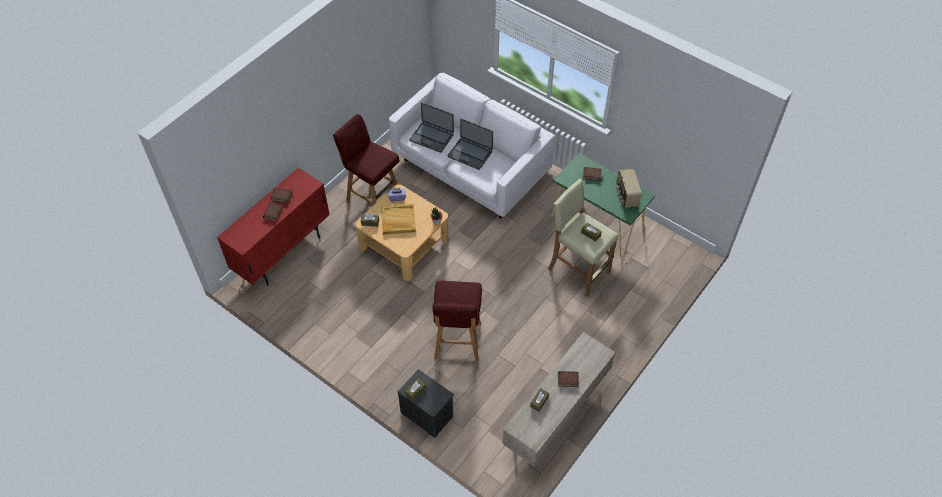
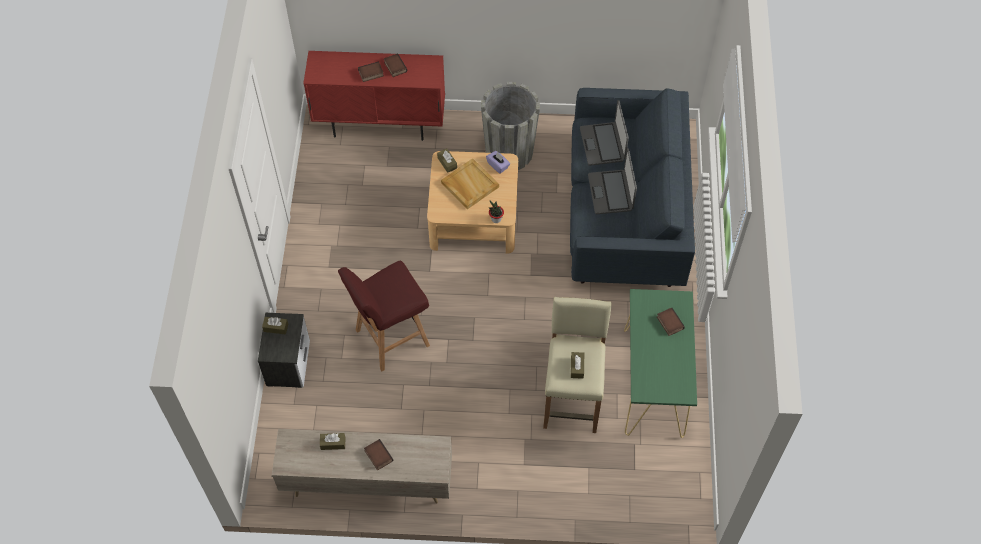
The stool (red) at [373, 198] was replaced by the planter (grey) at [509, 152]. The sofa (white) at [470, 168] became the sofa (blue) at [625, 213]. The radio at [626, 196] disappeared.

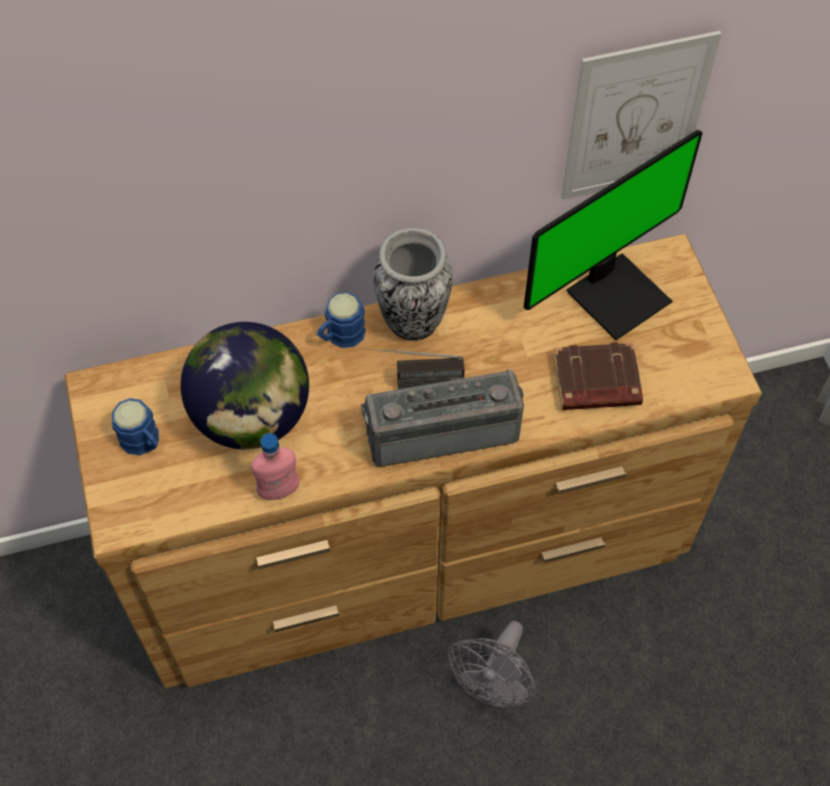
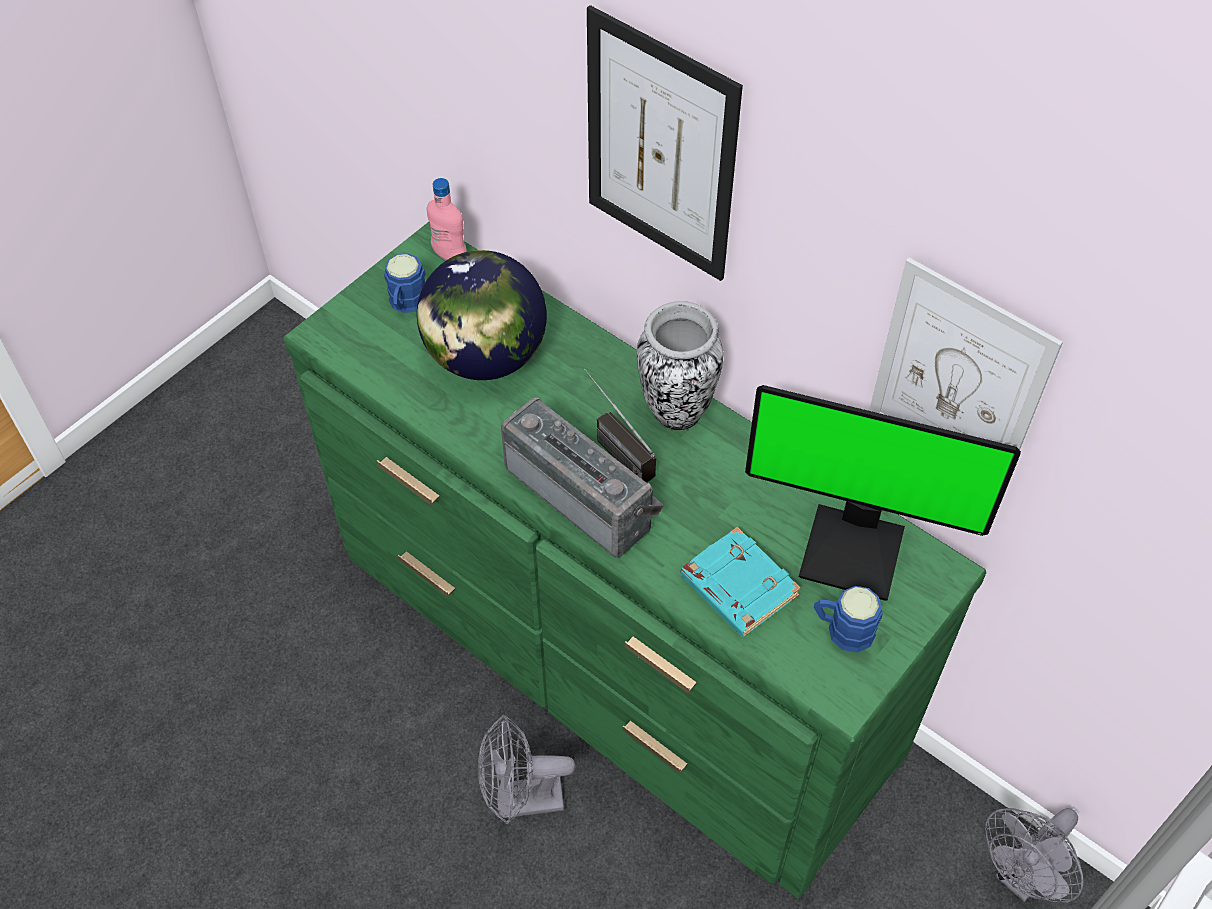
The dresser (brown) at [415, 546] became the dresser (green) at [611, 650]. The bottle (pink) moved from [279, 490] to [450, 255]. The picture at [660, 148] appeared. The book (brown) at [595, 382] became the book (turquoise) at [736, 587]. The mug (blue) moved from [340, 336] to [842, 629]. The fan (grey) at [1021, 877] appeared.

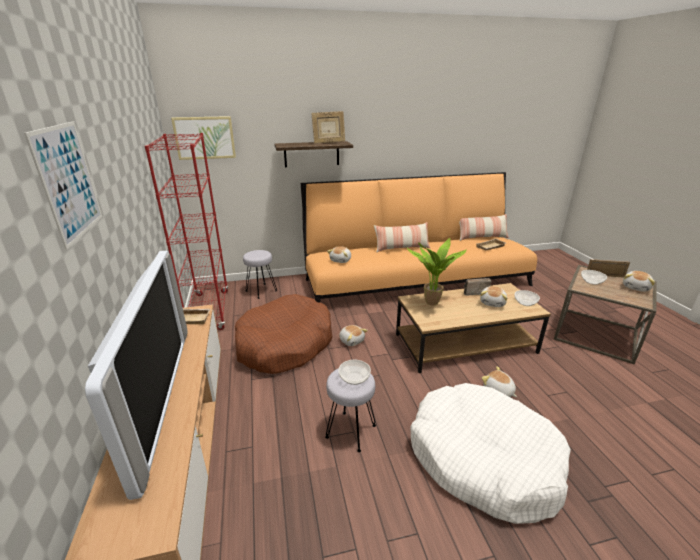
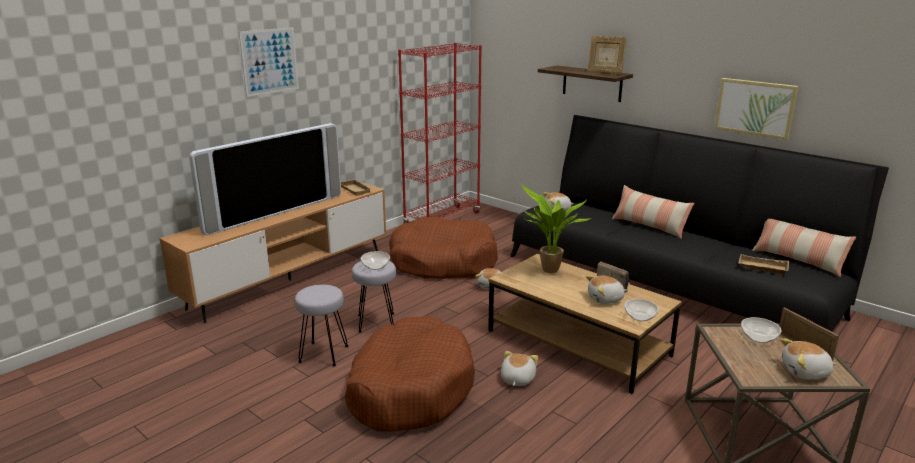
The stool (grey) moved from [261, 291] to [324, 353]. The dog bed (white) at [482, 459] became the dog bed (brown) at [409, 388]. The sofa (orange) at [415, 280] became the sofa (black) at [667, 282]. The picture moved from [204, 138] to [755, 107].

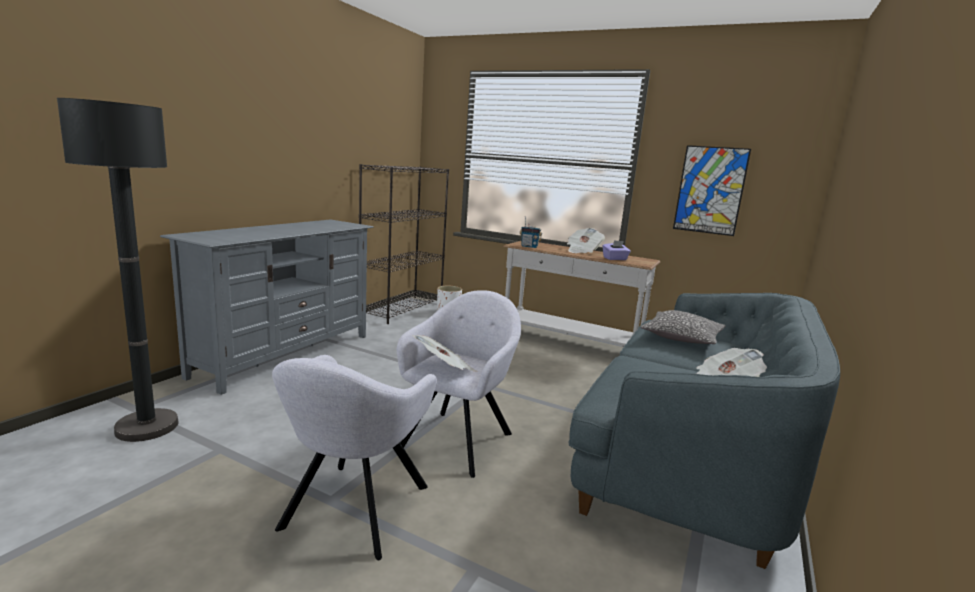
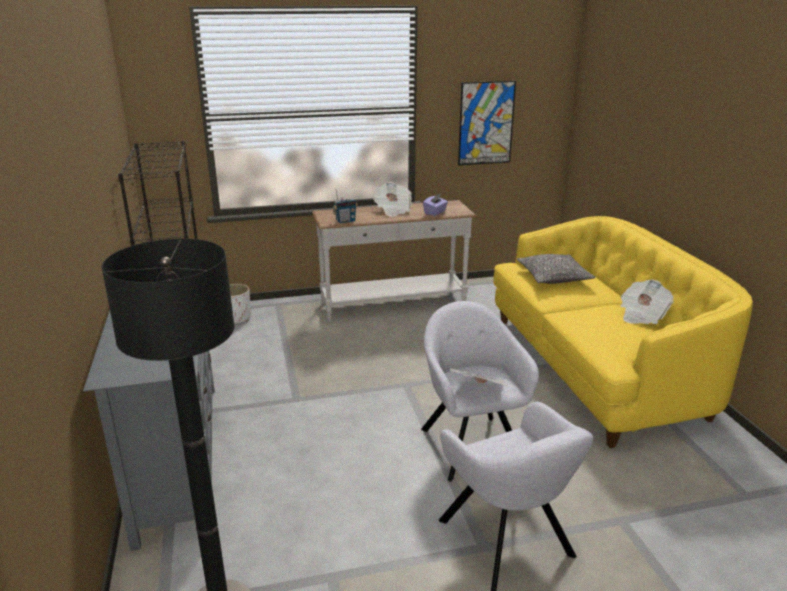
The sofa (grey) at [688, 454] became the sofa (yellow) at [596, 368].

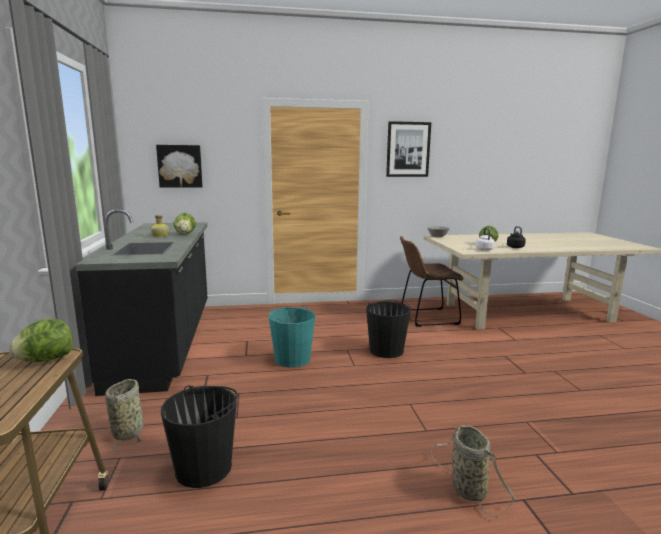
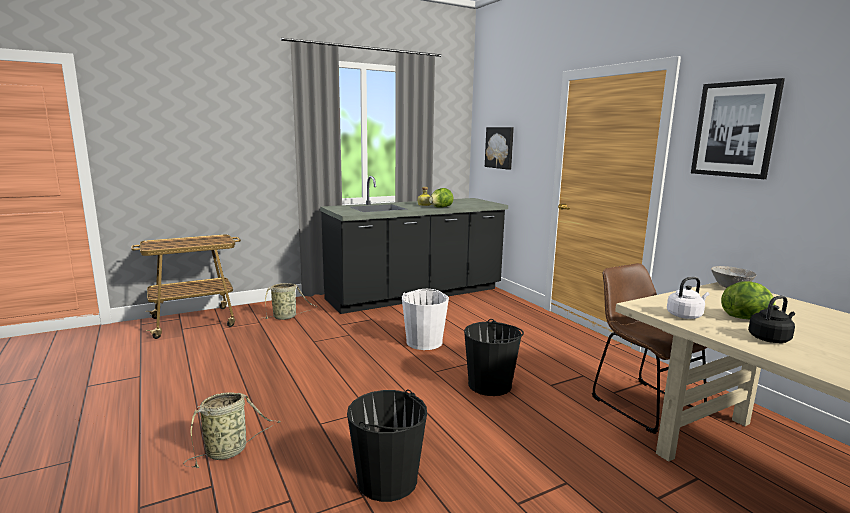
The bucket (black) moved from [204, 468] to [387, 480]. The bucket (turquoise) at [292, 359] became the bucket (white) at [424, 342]. The lettuce at [46, 360] disappeared.

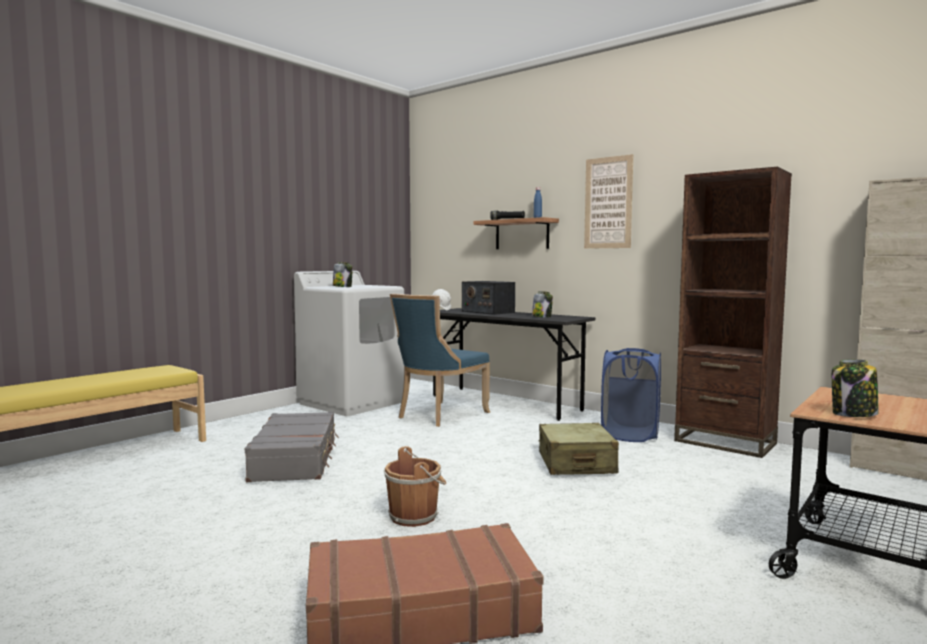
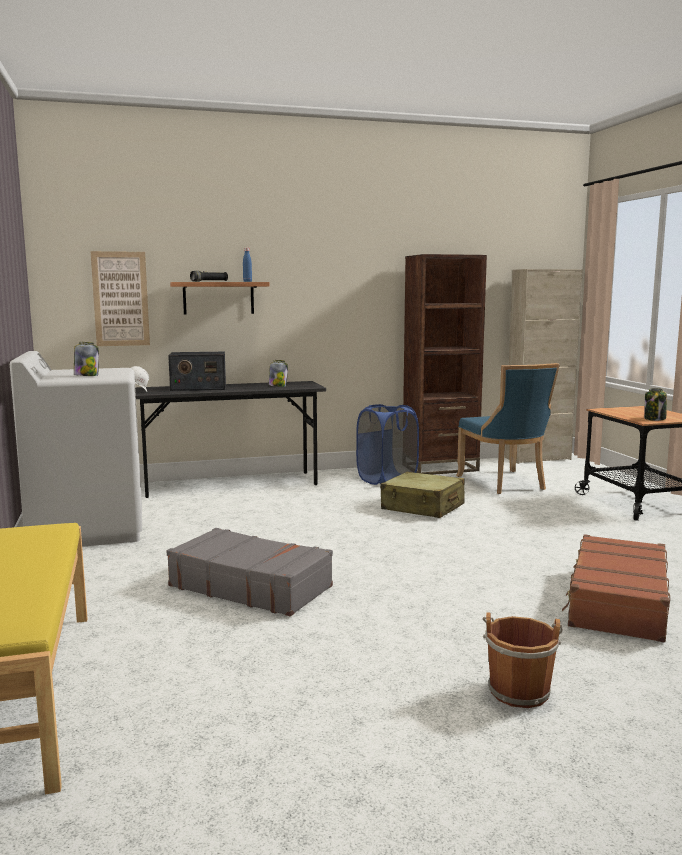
The picture moved from [608, 203] to [120, 299]. The chair (blue) moved from [439, 415] to [504, 483]. The bucket (brown) moved from [415, 516] to [518, 690].

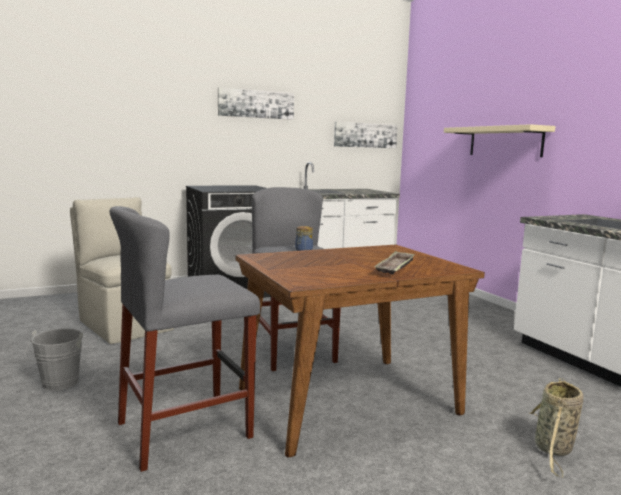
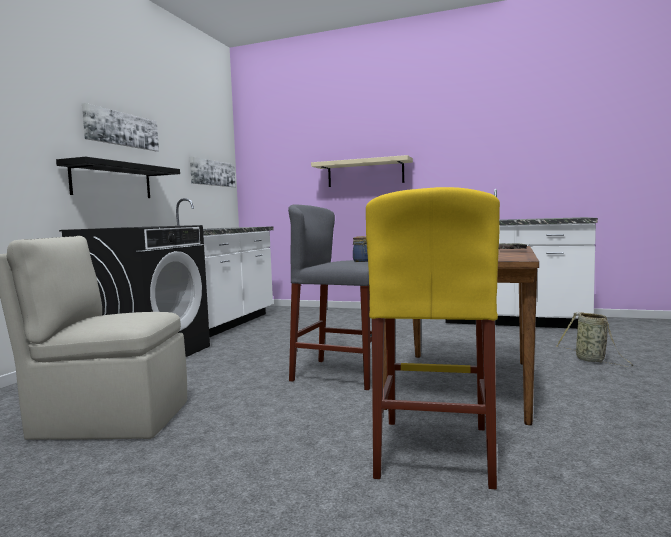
The shelf (black) at [112, 181] appeared. The stool (grey) at [185, 430] became the stool (yellow) at [434, 450]. The bucket (grey) at [58, 385] disappeared.

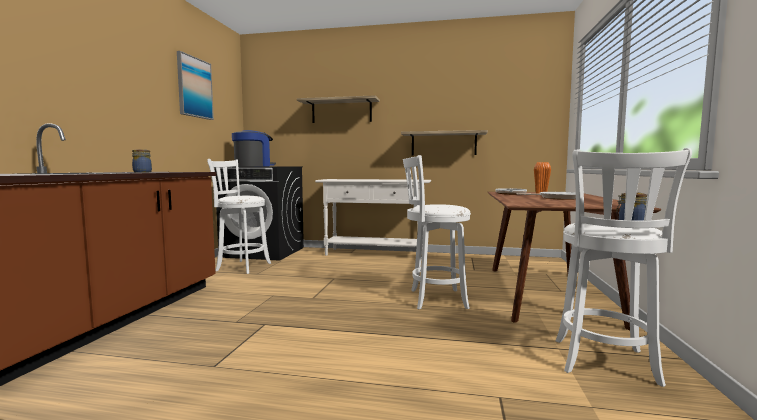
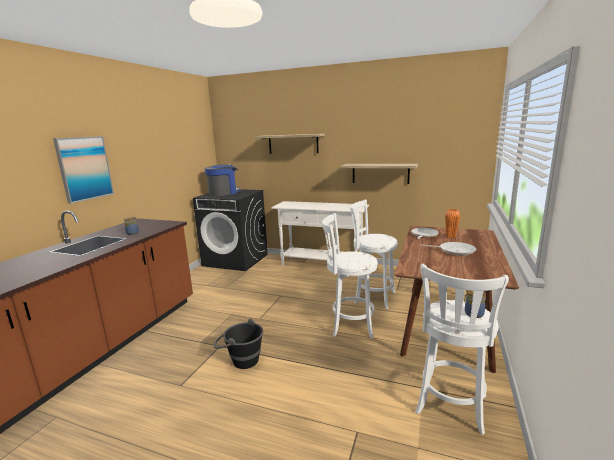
The picture moved from [194, 87] to [84, 168]. The bucket (black) at [240, 360] appeared. The stool (white) moved from [241, 267] to [372, 297].

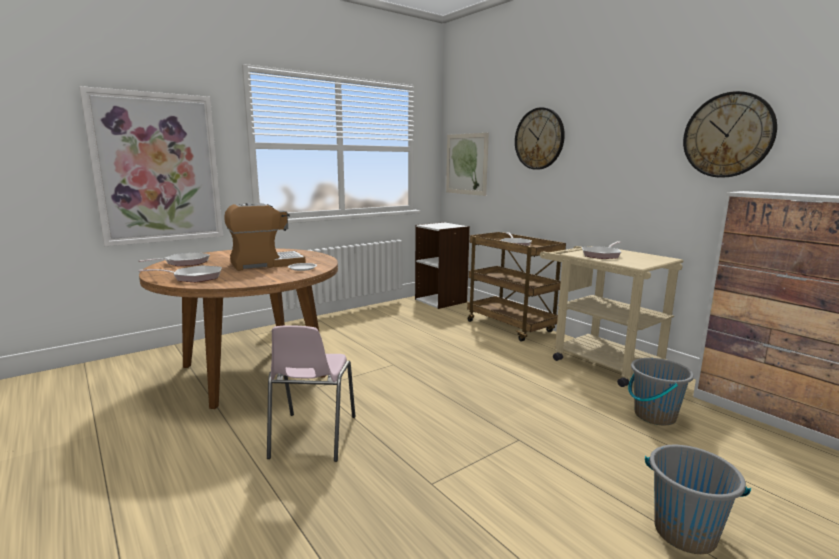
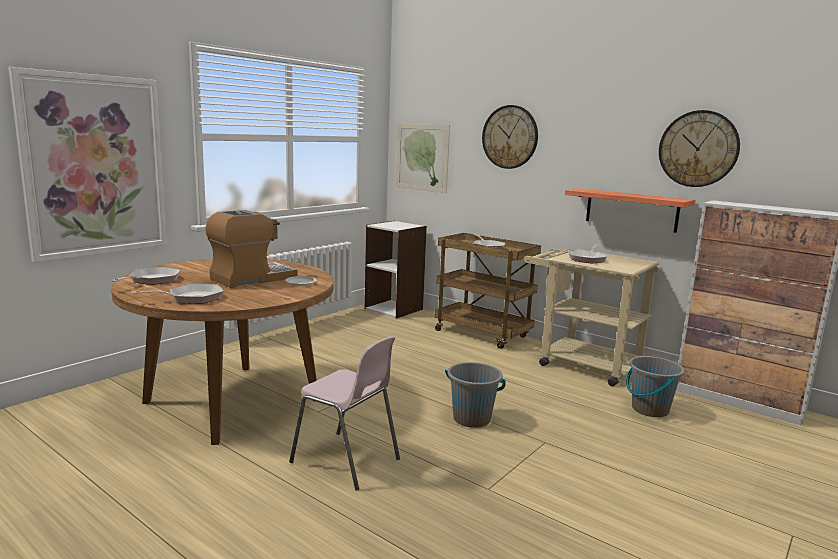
The chair (pink) at [312, 437] turned 45 degrees counterclockwise. The bucket (grey) moved from [684, 532] to [472, 419]. The shelf at [631, 210] appeared.

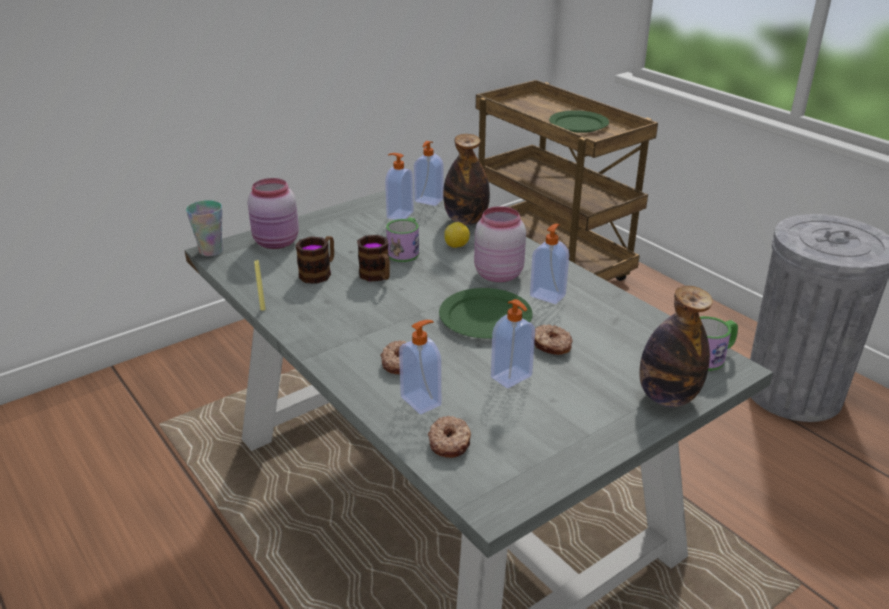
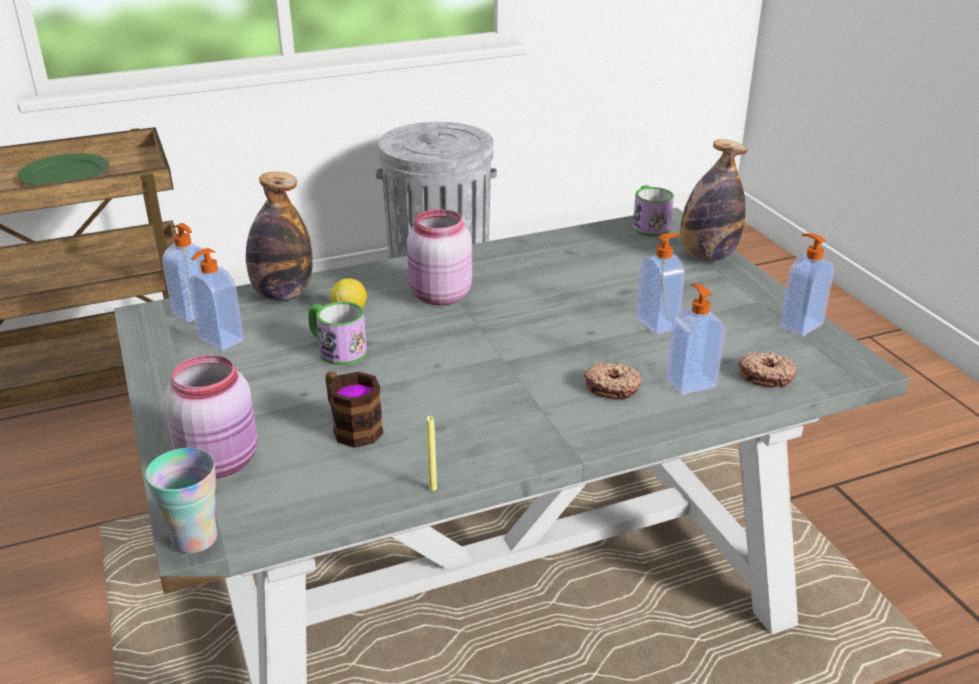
The soap dispenser moved from [548, 295] to [799, 325]. The mug at [377, 276] disappeared. The plate (green) at [485, 318] disappeared. The donut at [551, 345] disappeared.

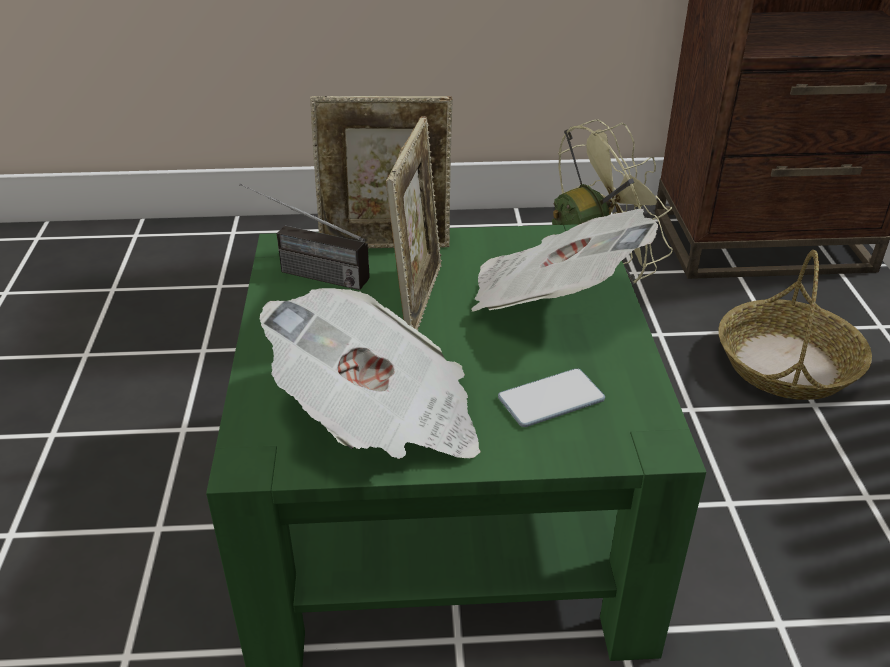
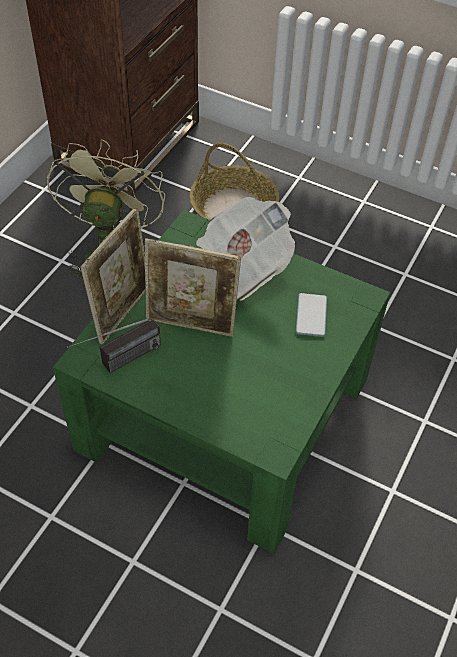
The picture frame at [418, 300] turned 150 degrees clockwise. The newspaper at [381, 419] disappeared.

